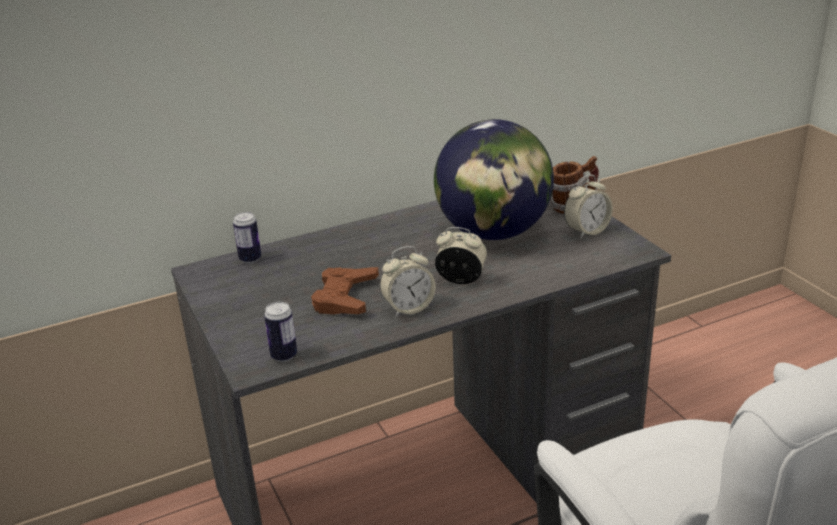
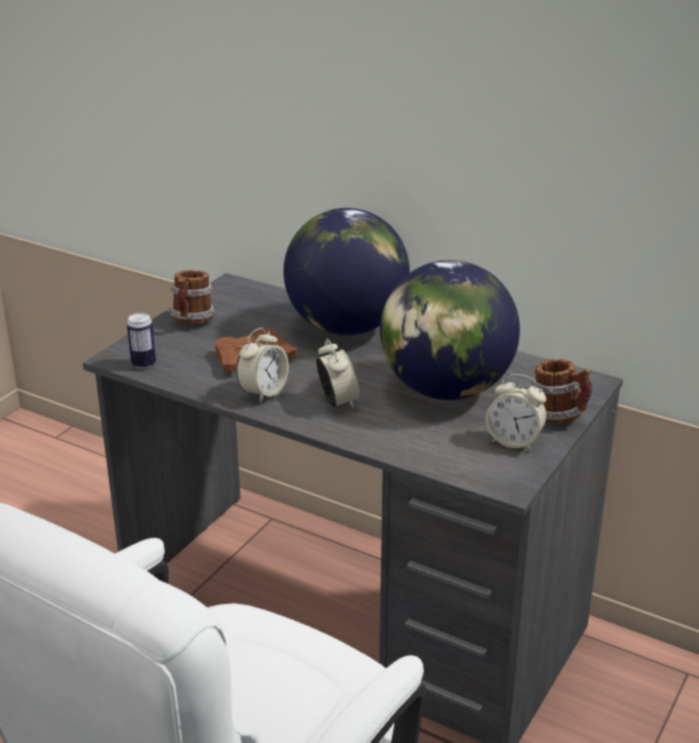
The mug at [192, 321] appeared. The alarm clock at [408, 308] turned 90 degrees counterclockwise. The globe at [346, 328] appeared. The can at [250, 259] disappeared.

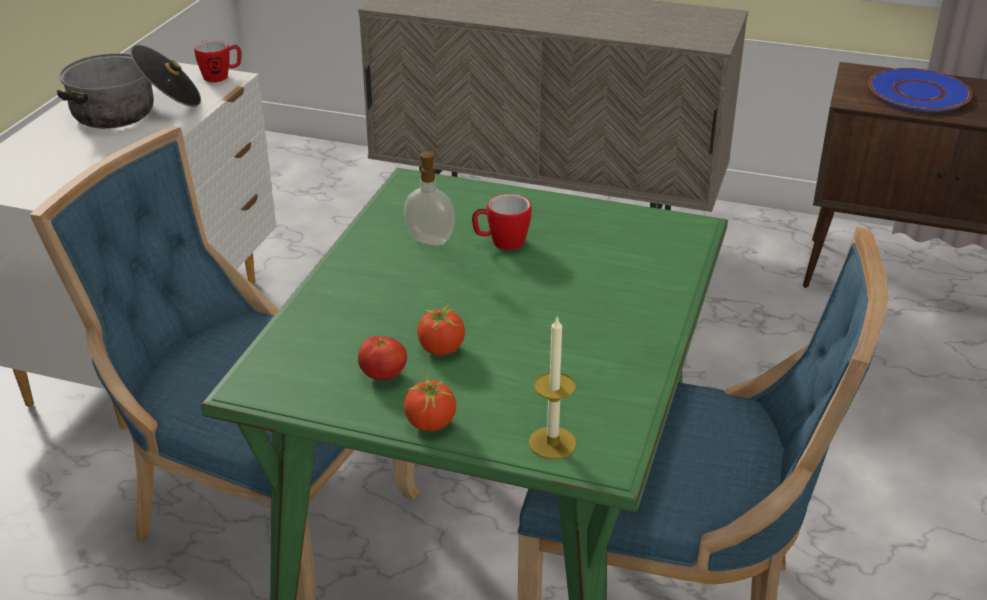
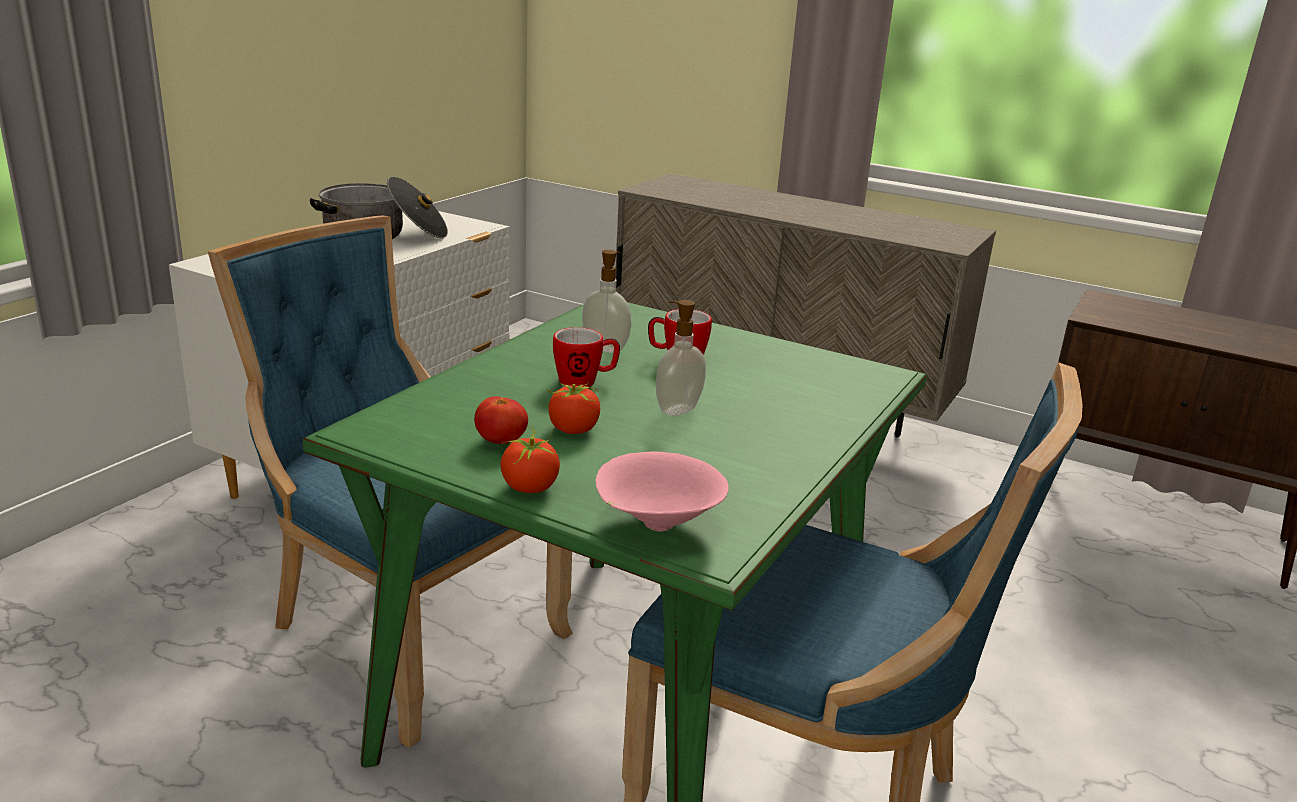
The mug moved from [221, 77] to [585, 382]. The candle at [552, 443] was replaced by the bowl (pink) at [656, 525]. The soap dispenser at [677, 409] appeared. The plate (blue) at [918, 92] disappeared.

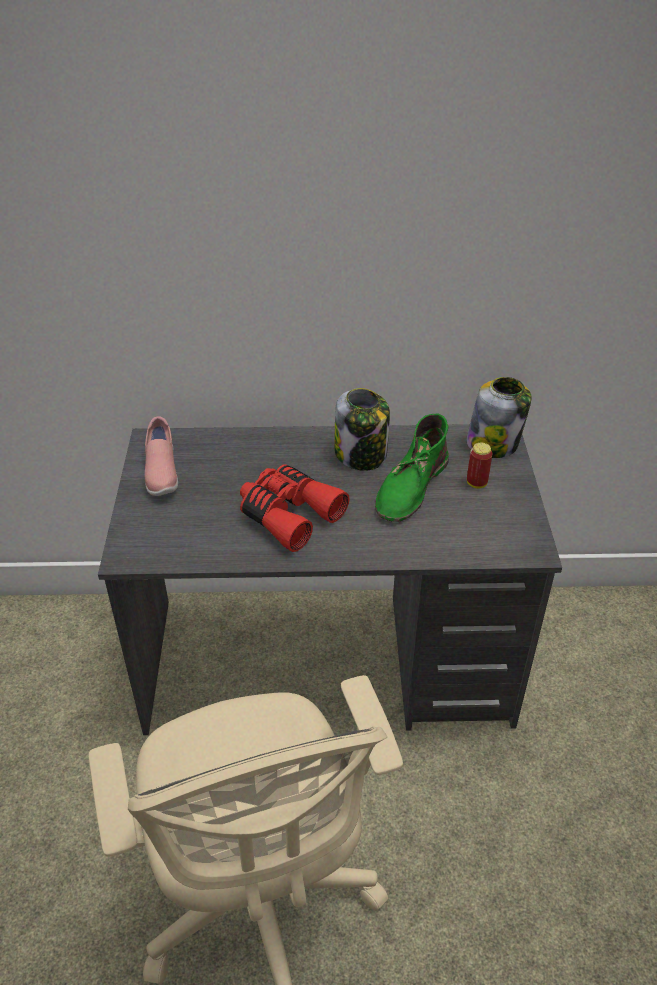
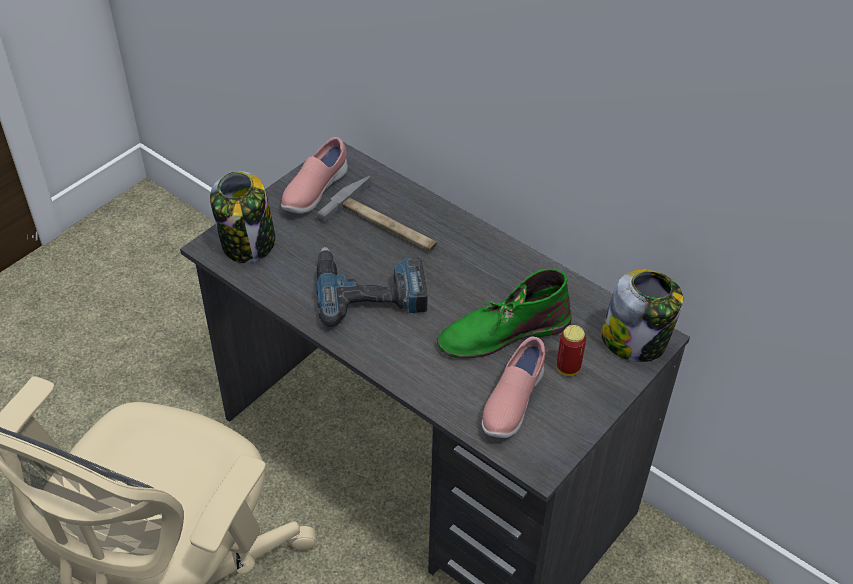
The jar moved from [361, 455] to [248, 243]. The binoculars (red) at [288, 514] was replaced by the power drill at [369, 290]. The hammer at [385, 224] appeared. The shoe (pink) at [511, 402] appeared.

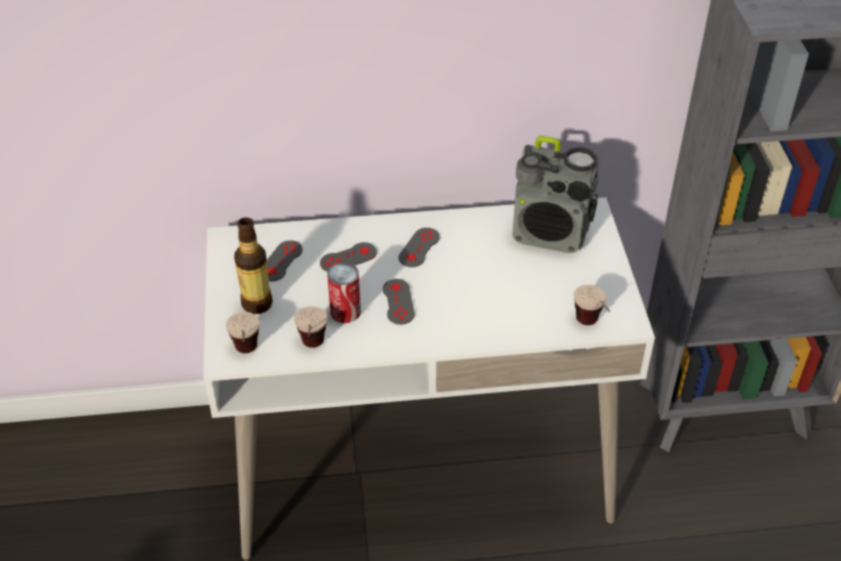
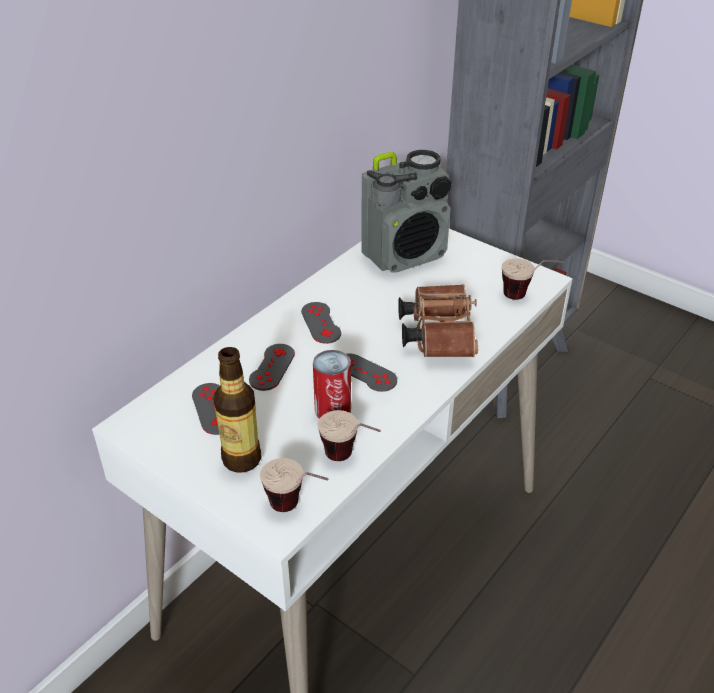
The binoculars (brown) at [437, 333] appeared.

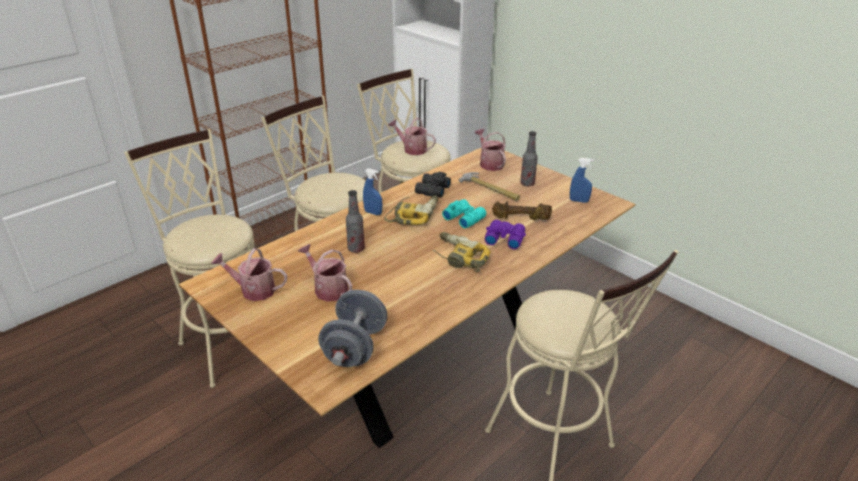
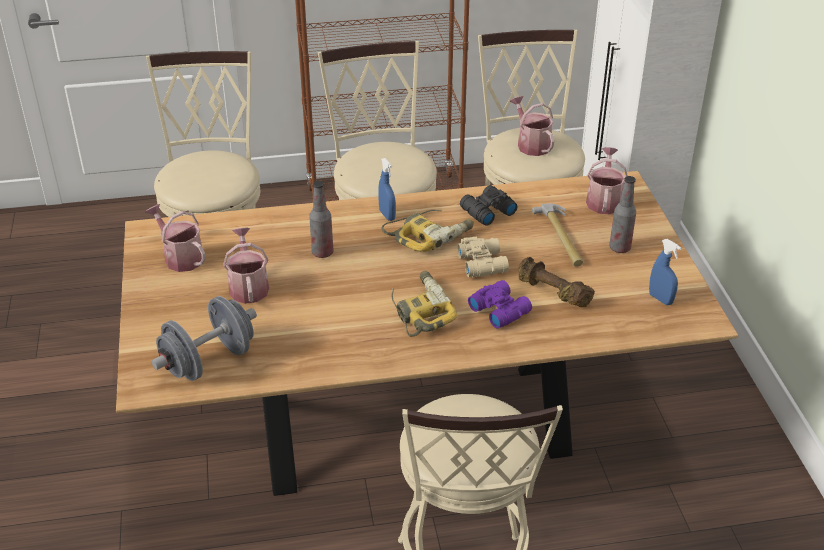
The binoculars (turquoise) at [464, 218] became the binoculars (beige) at [483, 263].

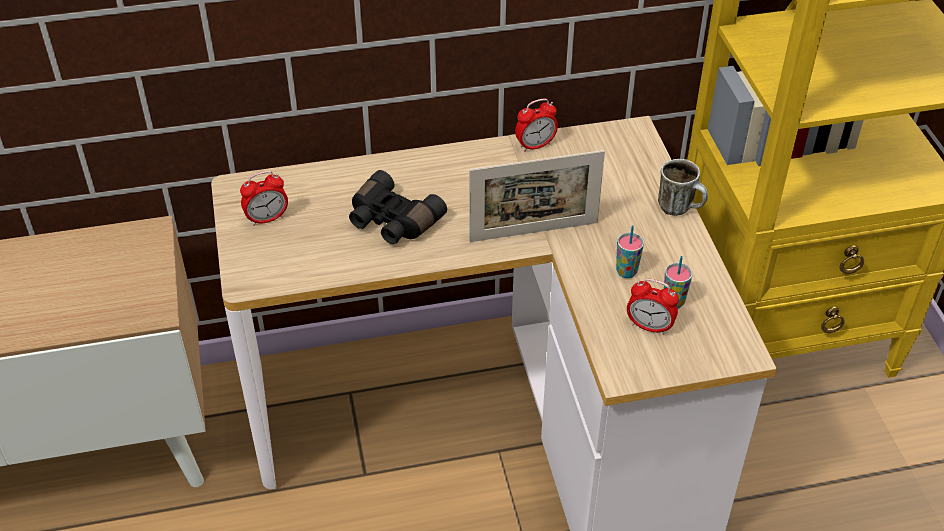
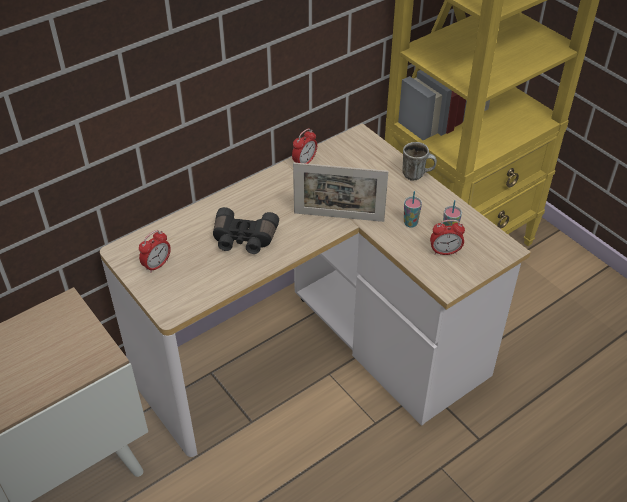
The picture frame at [533, 232] turned 45 degrees clockwise.

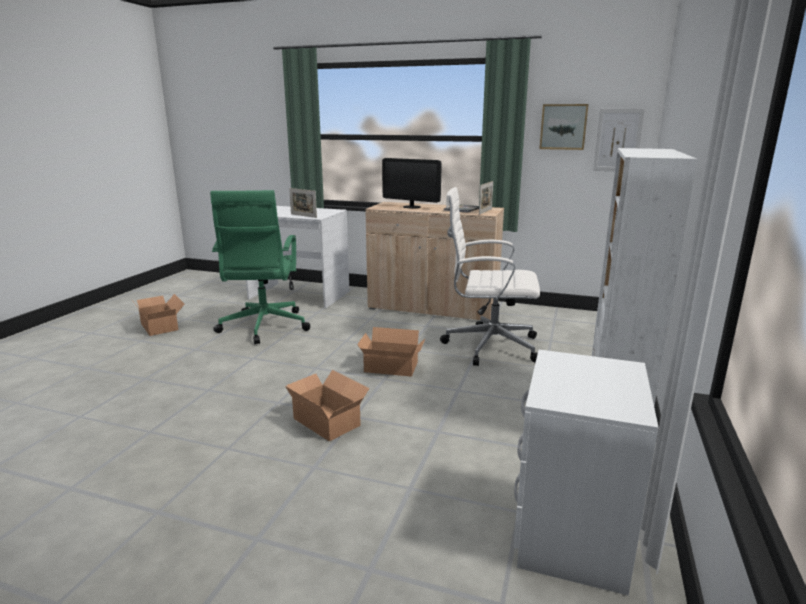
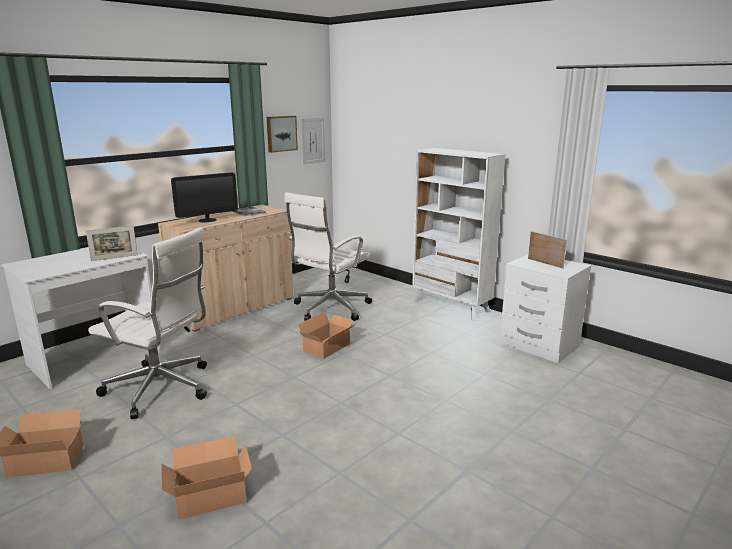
The office chair (green) at [264, 327] became the office chair (white) at [161, 389]. The cardboard box moved from [327, 420] to [209, 495]. The picture frame moved from [485, 211] to [545, 263].

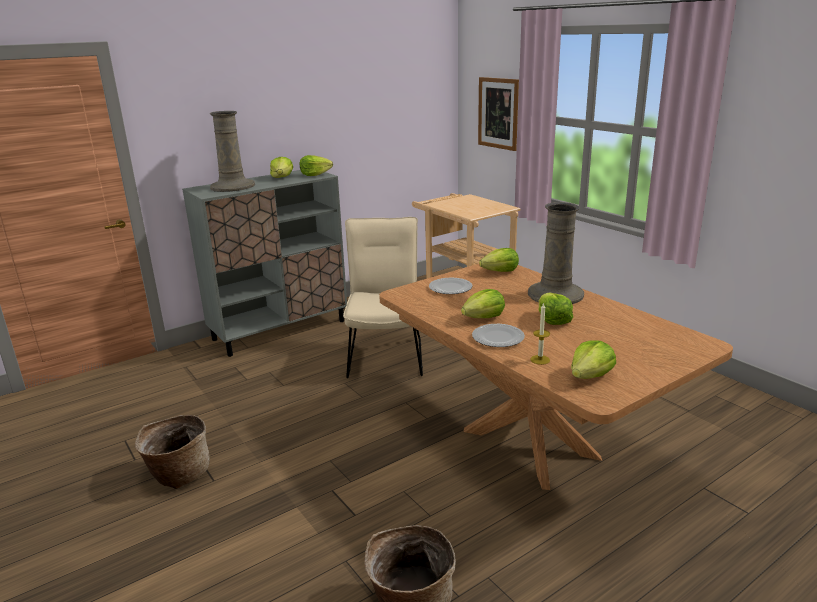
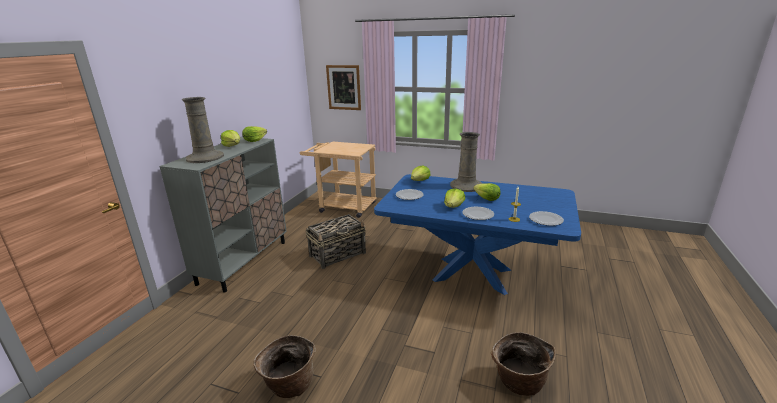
The chair (beige) at [386, 354] was replaced by the basket at [338, 254]. The dining table (brown) at [529, 442] became the dining table (blue) at [471, 274]. The lettuce at [590, 376] was replaced by the plate at [546, 220].

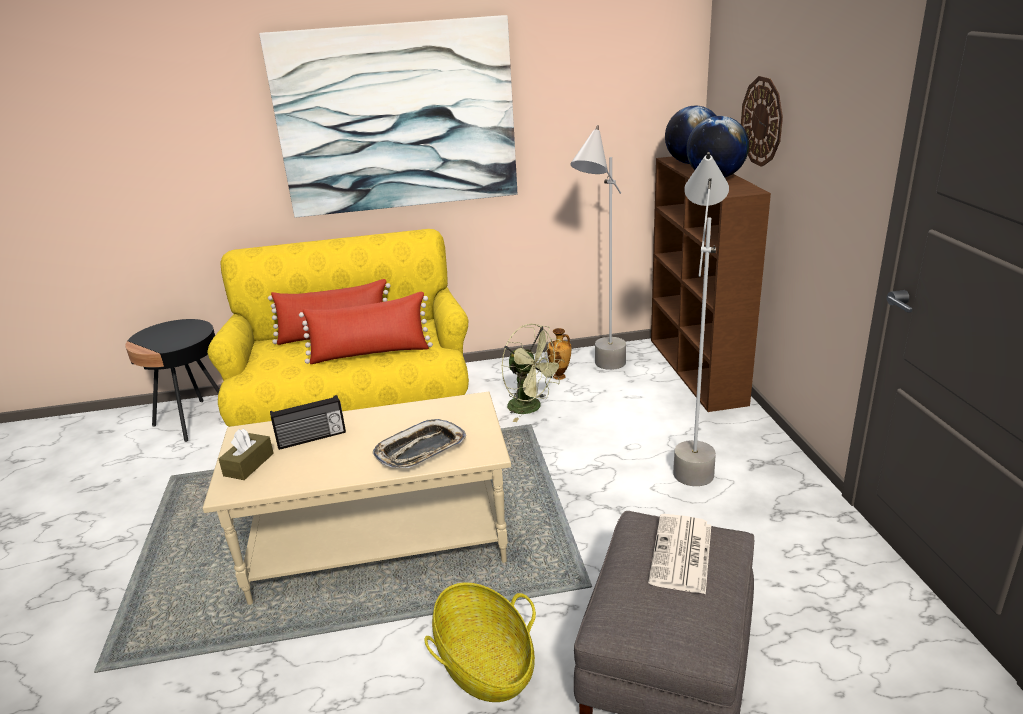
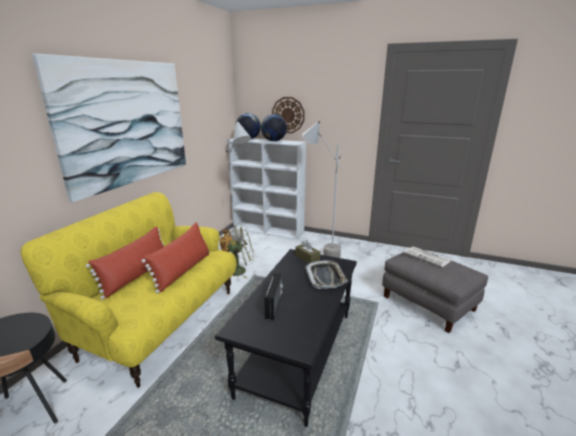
The coffee table (beige) at [380, 542] became the coffee table (black) at [296, 352]. The bookcase (brown) at [697, 371] became the bookcase (white) at [269, 230]. The tissue box (brown) moved from [249, 464] to [307, 258]. The basket at [484, 664] disappeared.

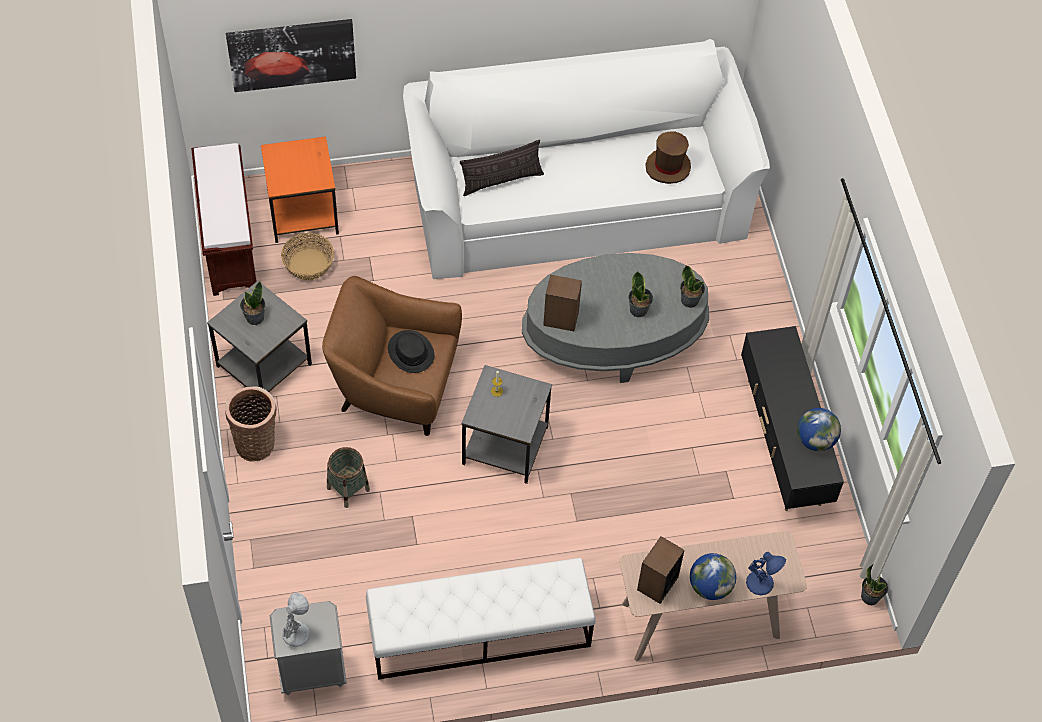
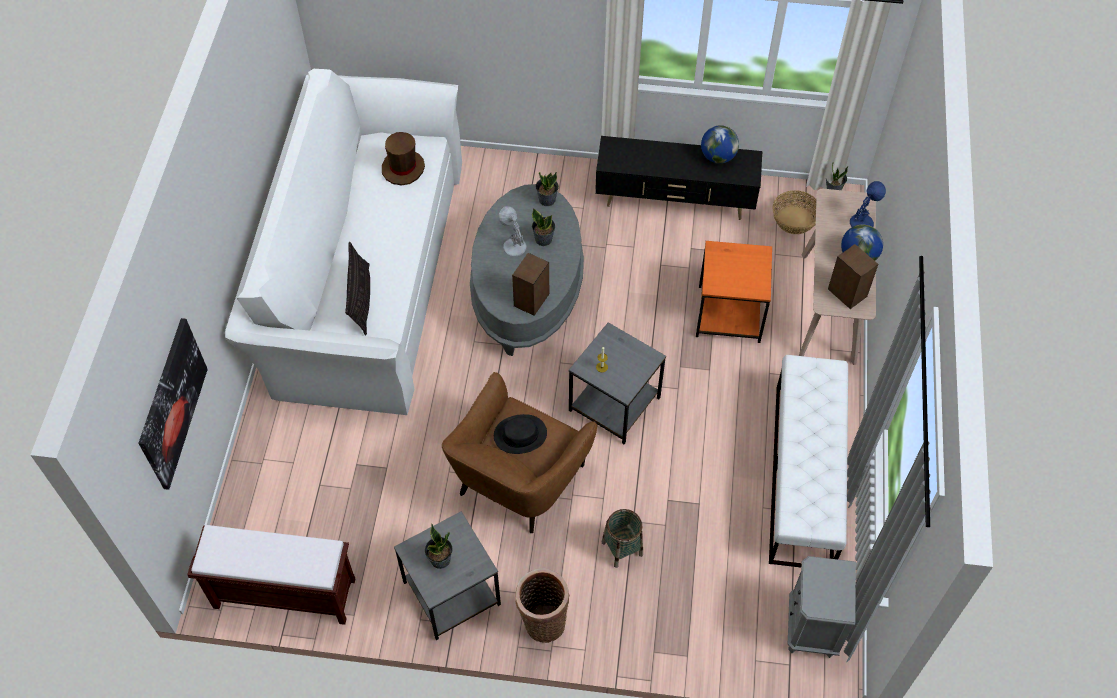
The table lamp (white) moved from [297, 632] to [513, 246]. The side table (orange) moved from [304, 213] to [730, 313]. The basket moved from [309, 264] to [794, 219].

